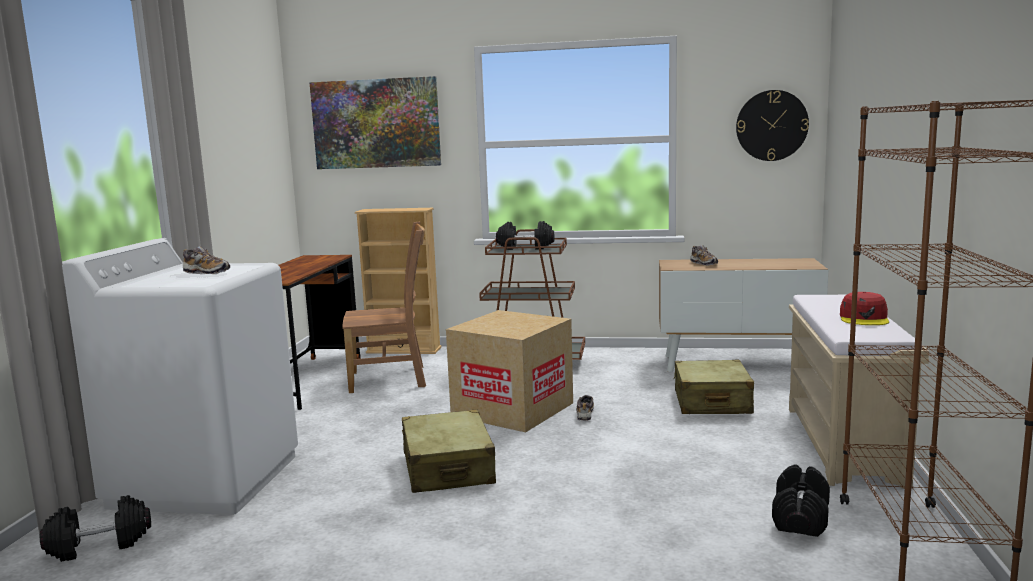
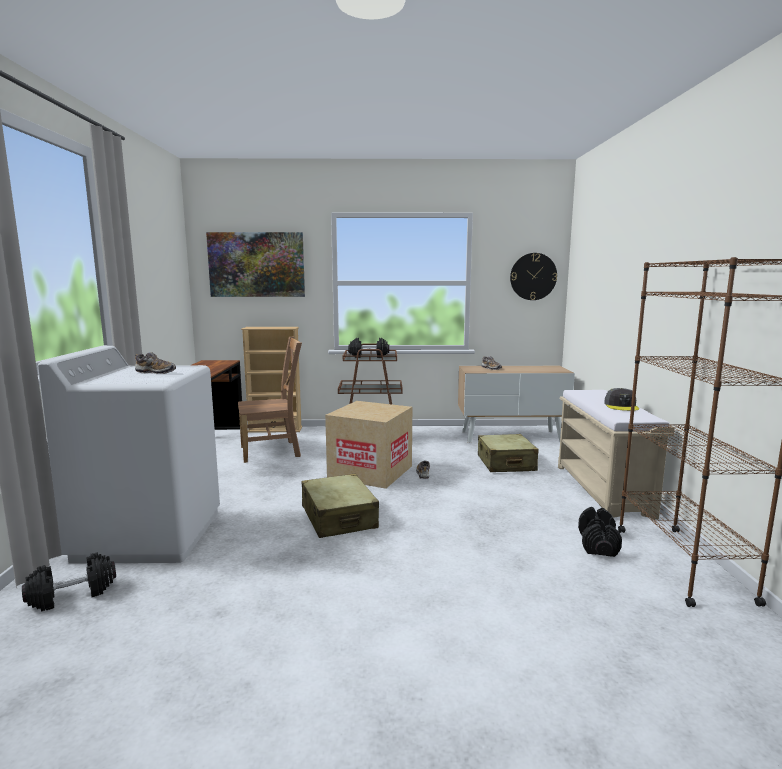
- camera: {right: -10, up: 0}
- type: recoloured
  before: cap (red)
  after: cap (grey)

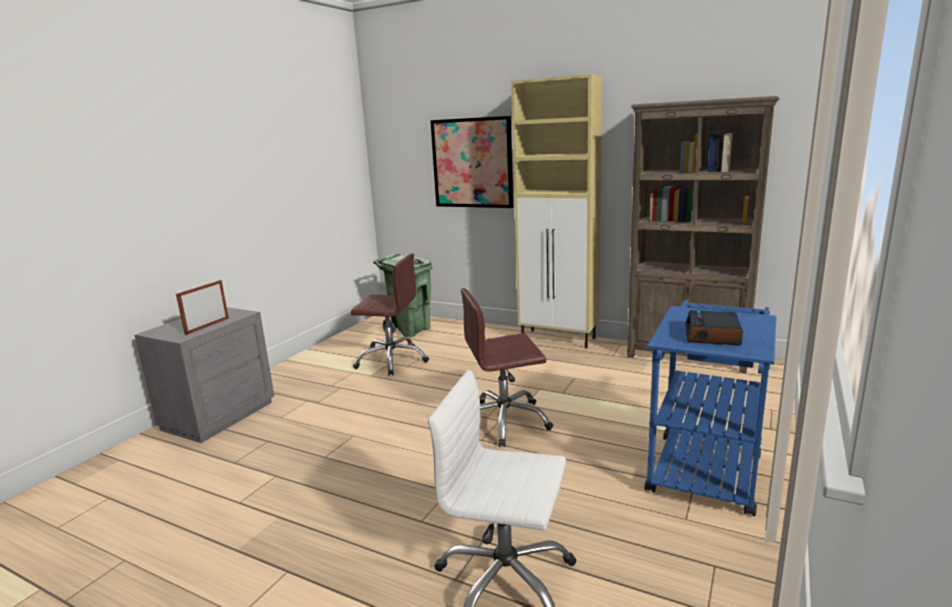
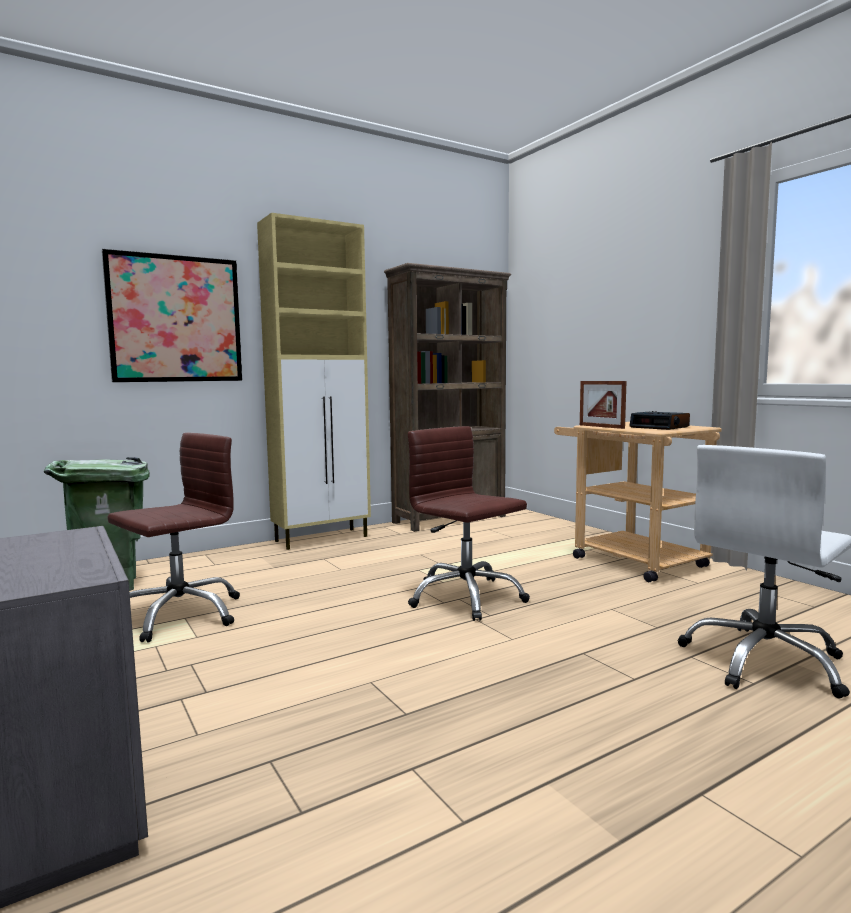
- camera: {right: -60, up: -10}
- type: moved
  before: picture frame
- type: turned
  before: office chair (brown) (2nd from left)
  turn: 120
- type: recoloured
  before: cart (blue)
  after: cart (beige)

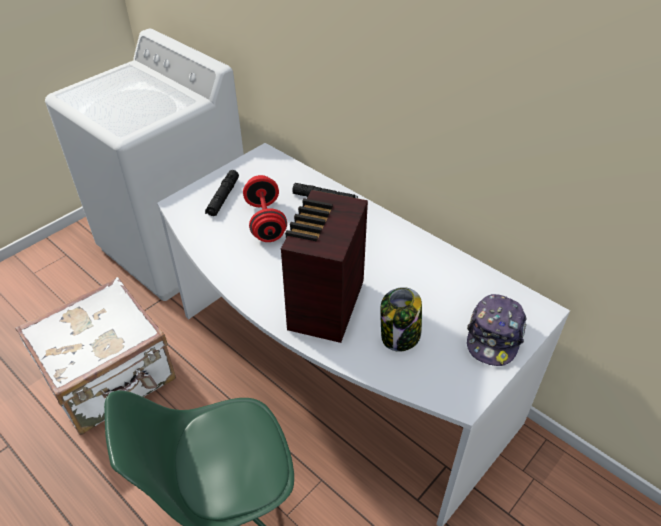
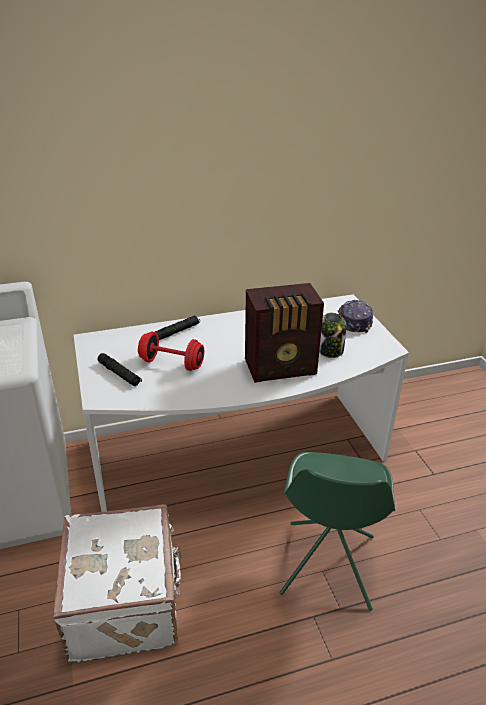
- camera: {right: -60, up: -10}
- type: turned
  before: radio
  turn: -60
- type: turned
  before: cap
  turn: -135

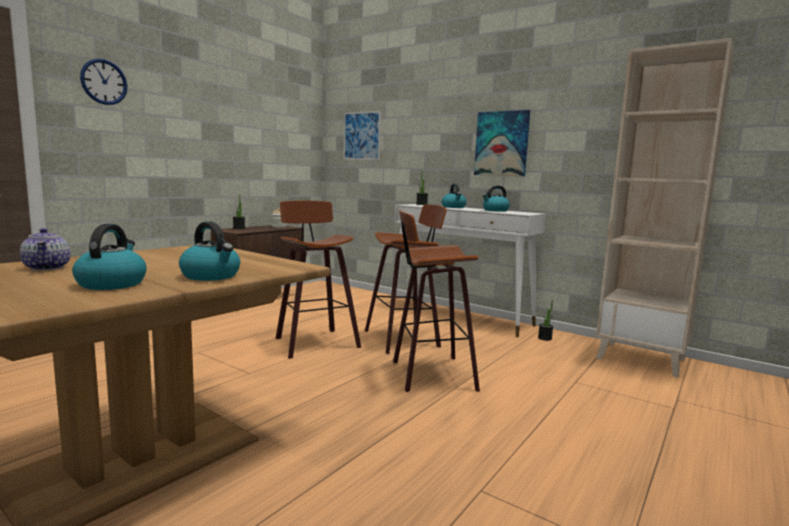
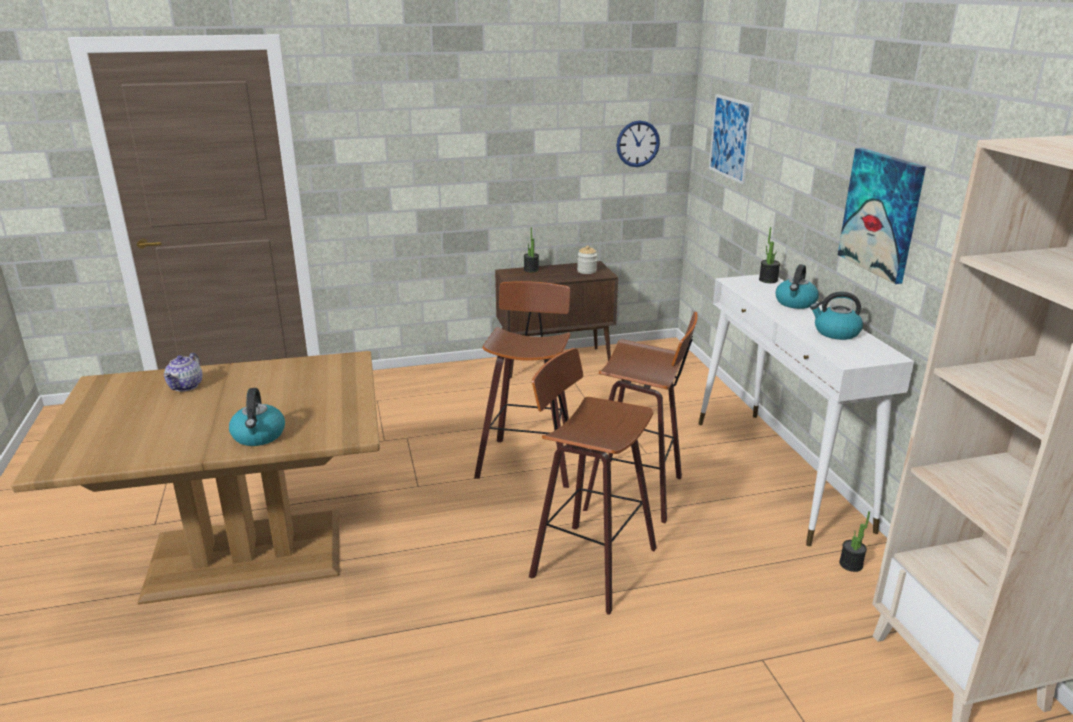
- camera: {right: 40, up: 15}
- type: moved
  before: wall clock
- type: removed
  before: kettle (1st from left)

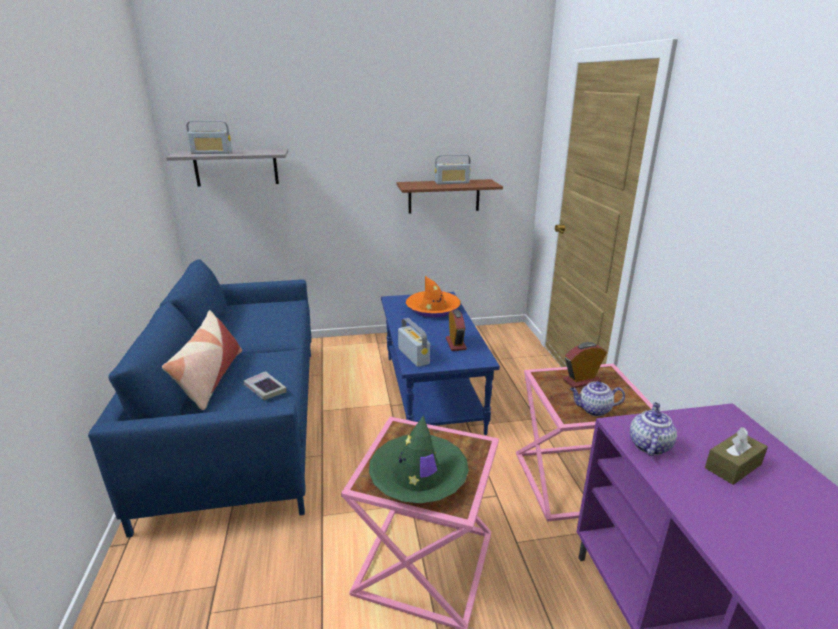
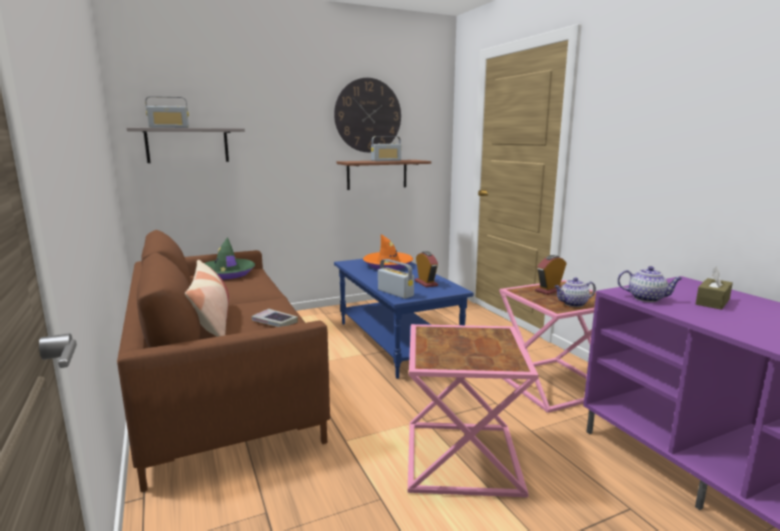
- camera: {right: -15, up: -10}
- type: recoloured
  before: sofa (blue)
  after: sofa (brown)
- type: turned
  before: teapot (2nd from left)
  turn: 105
- type: moved
  before: hat (green)
- type: added
  after: wall clock

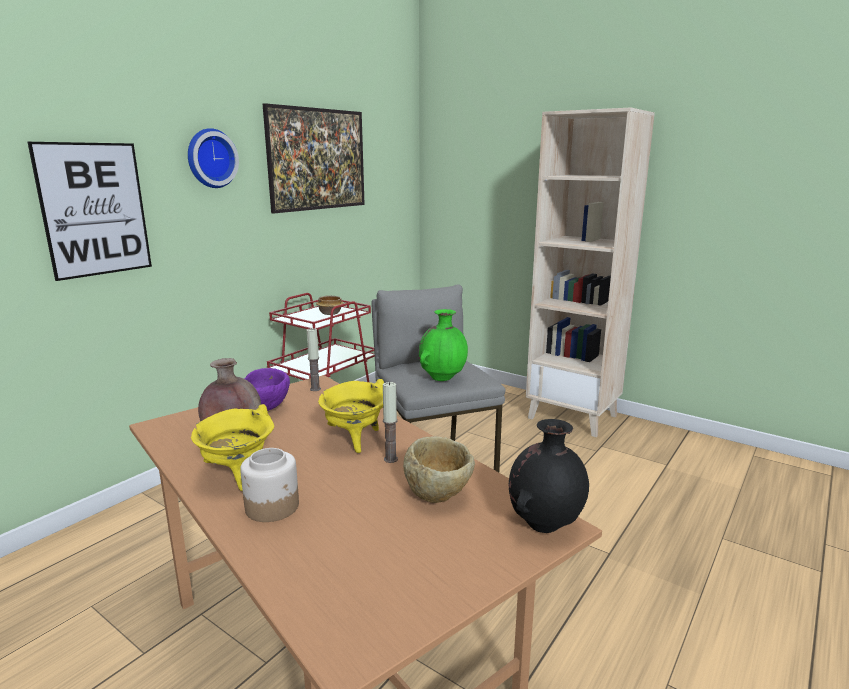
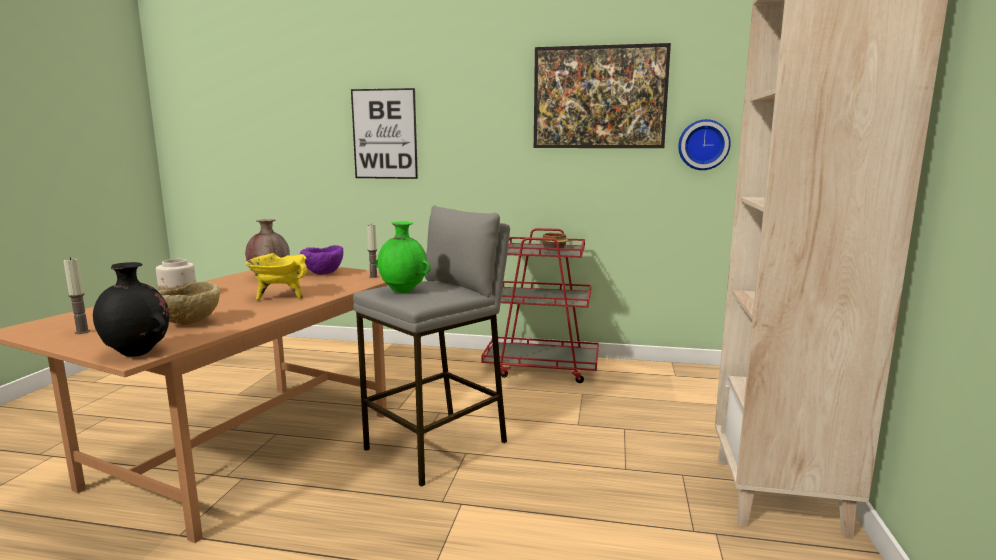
- camera: {right: 65, up: -5}
- type: moved
  before: wall clock
- type: moved
  before: candle (2nd from left in the first image)
  after: candle (1st from left)
- type: removed
  before: cooking pot (yellow) (1st from left)

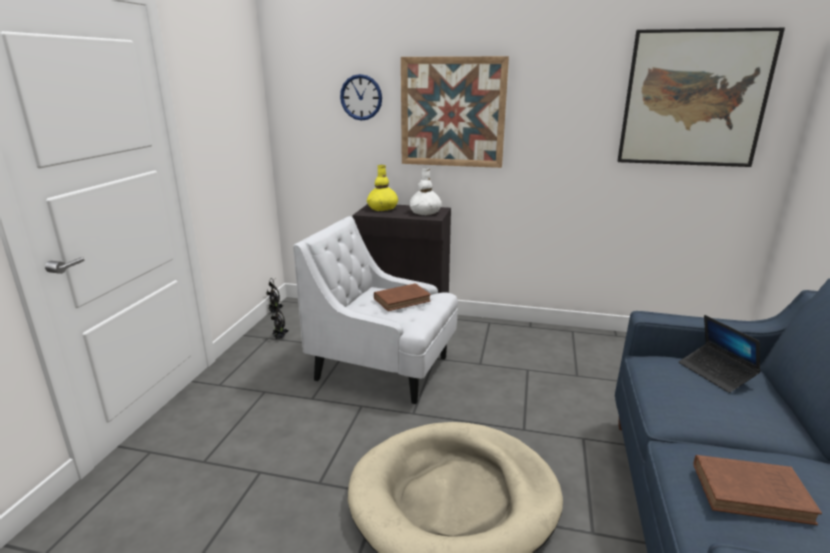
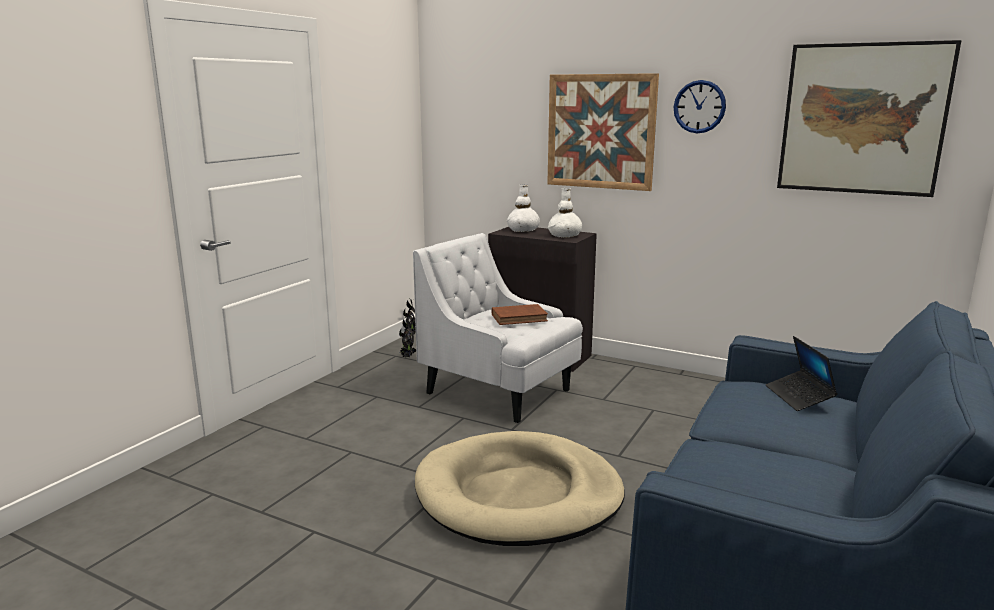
- camera: {right: 15, up: -5}
- type: moved
  before: wall clock
- type: recoloured
  before: vase (yellow)
  after: vase (white) (1st from left)
- type: removed
  before: book (brown) (2nd from left)

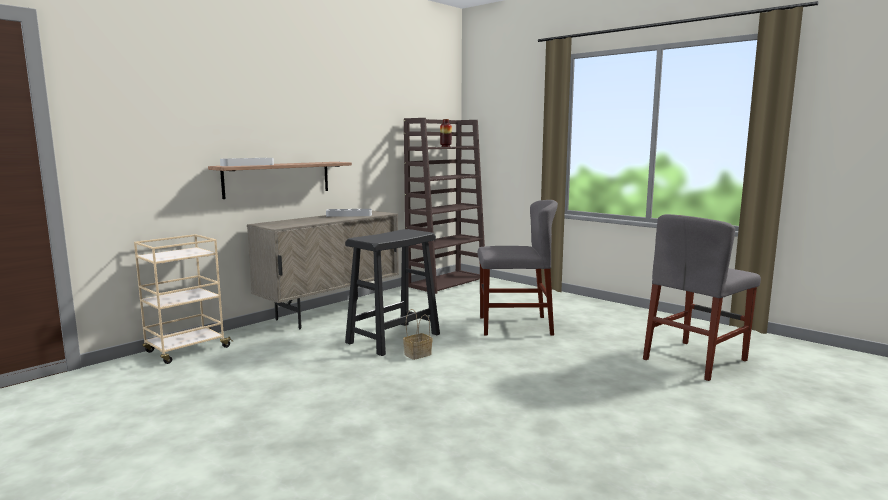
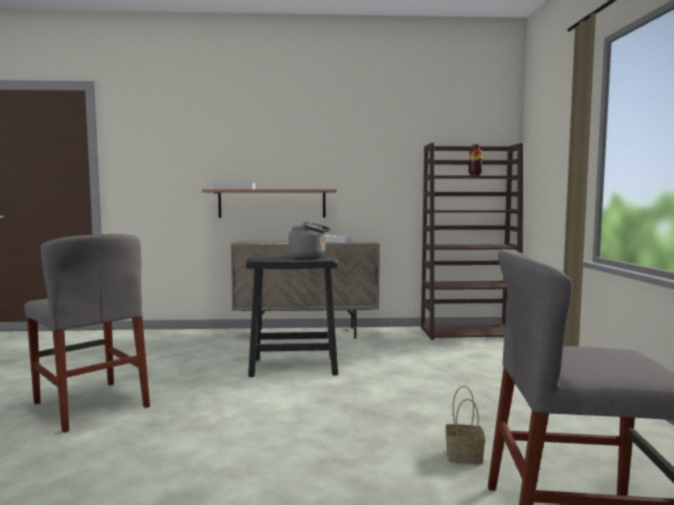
- camera: {right: 45, up: -5}
- type: moved
  before: chair (grey) (1st from left)
- type: removed
  before: cart (beige)
- type: moved
  before: basket
- type: added
  after: kettle (grey)

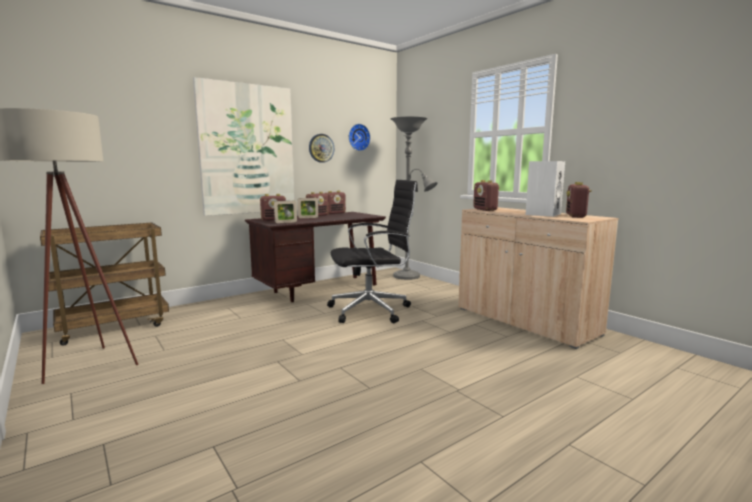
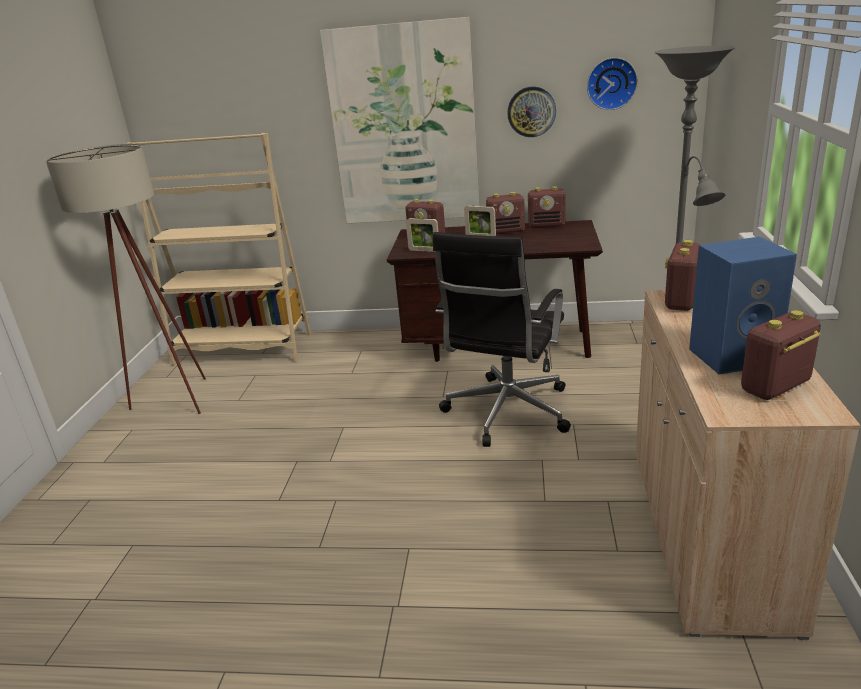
- camera: {right: 45, up: 15}
- type: recoloured
  before: speaker (white)
  after: speaker (blue)
- type: turned
  before: office chair (black)
  turn: 90
- type: replaced
  before: cart (brown)
  after: bookcase (beige)

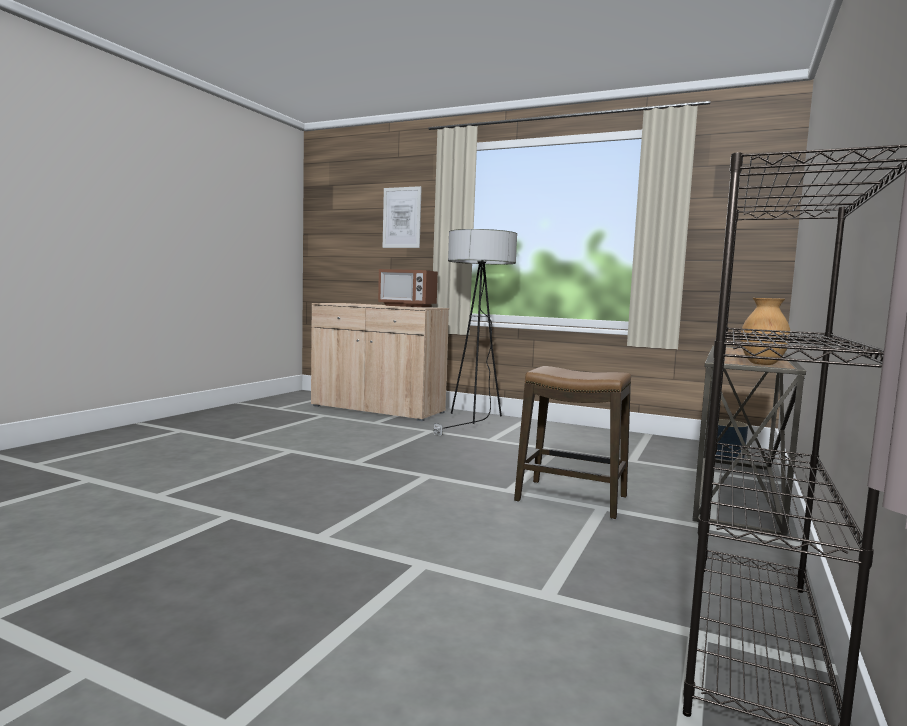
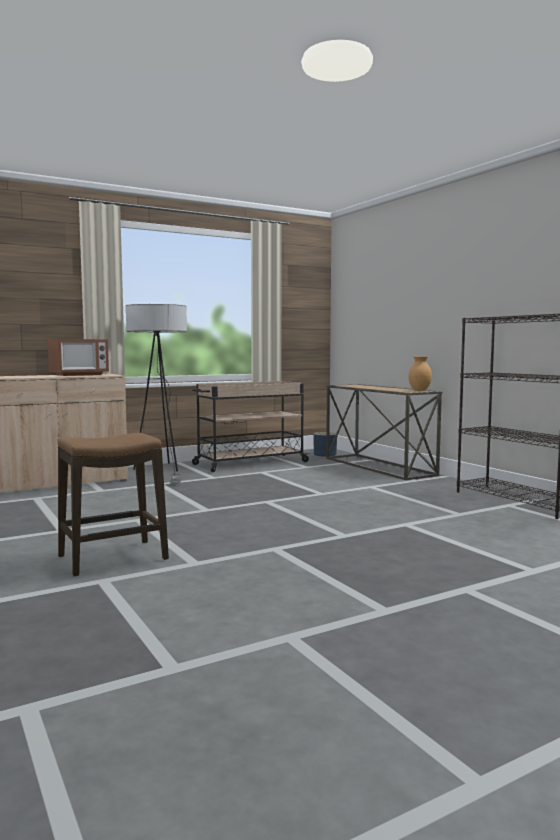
- camera: {right: -55, up: 0}
- type: removed
  before: picture
- type: moved
  before: stool
- type: added
  after: cart (beige)

